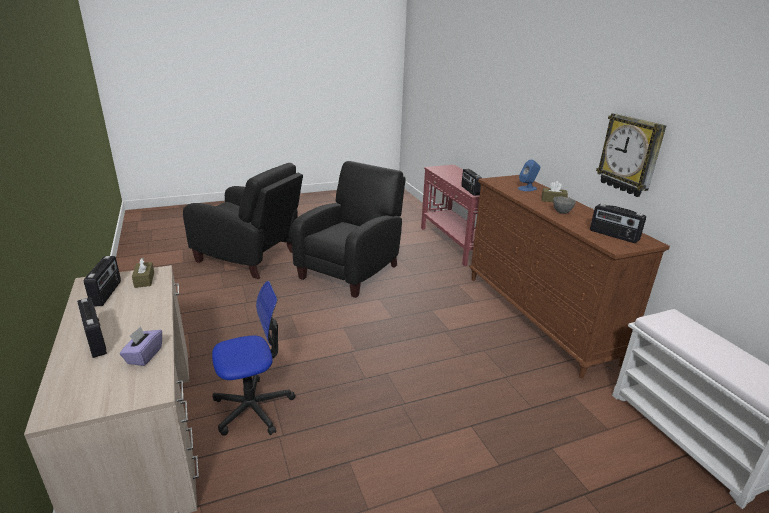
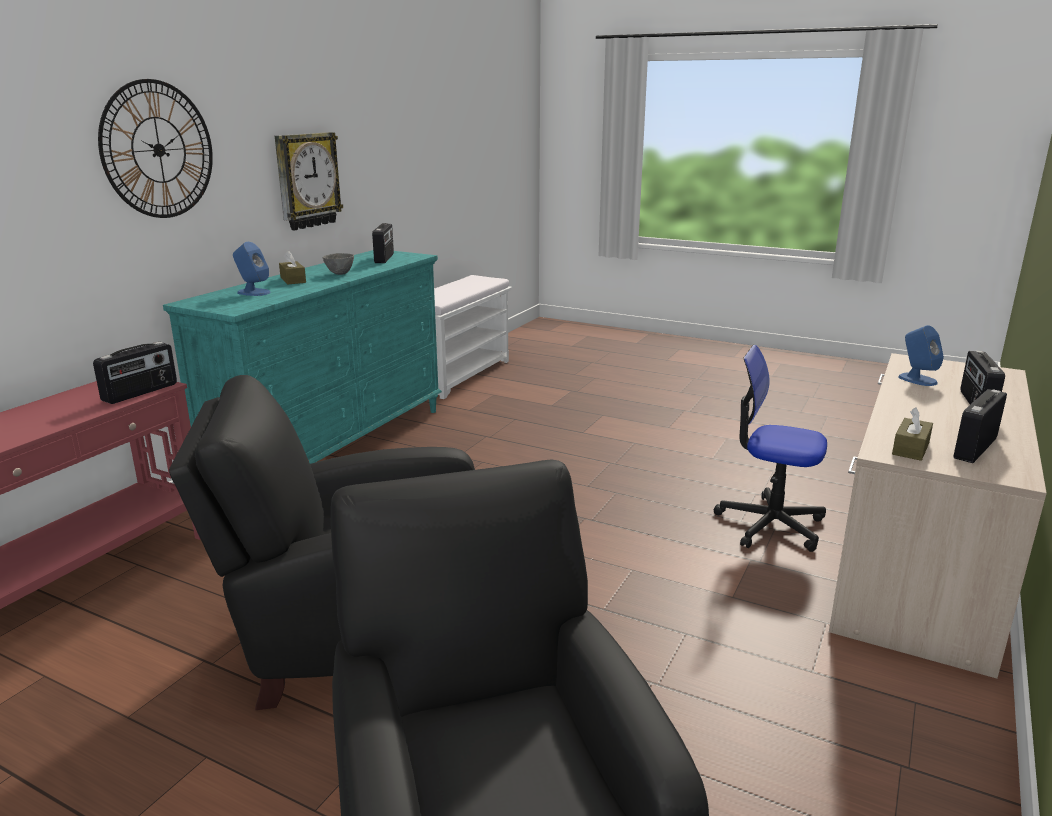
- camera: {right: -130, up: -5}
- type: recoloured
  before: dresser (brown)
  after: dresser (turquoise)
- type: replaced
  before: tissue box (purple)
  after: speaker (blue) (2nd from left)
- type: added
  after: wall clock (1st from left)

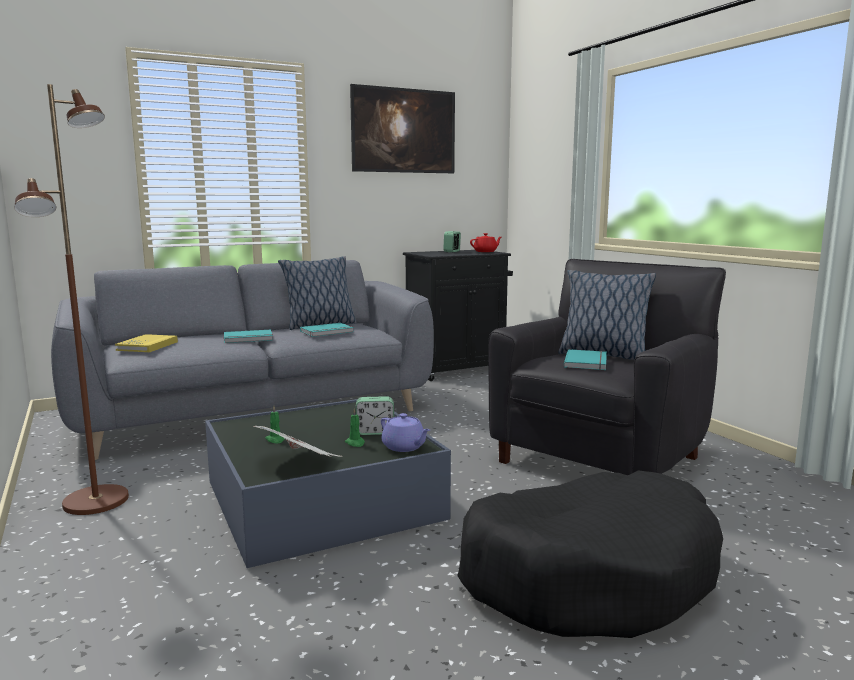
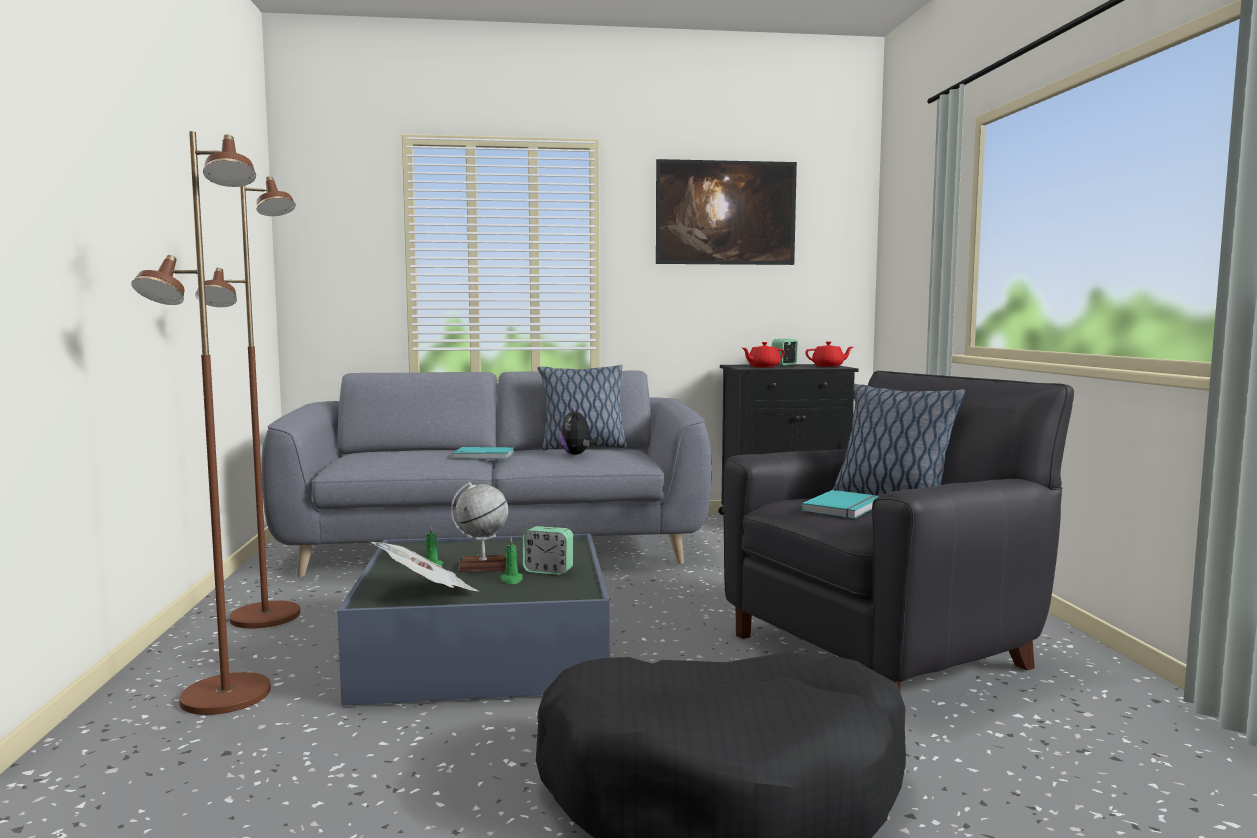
- camera: {right: 20, up: -5}
- type: replaced
  before: book (turquoise) (2nd from left)
  after: plush toy
- type: removed
  before: book (yellow)
- type: removed
  before: teapot (purple)
- type: added
  after: floor lamp (brown) (1st from left)
- type: added
  after: teapot (red) (1st from left)
- type: added
  after: globe

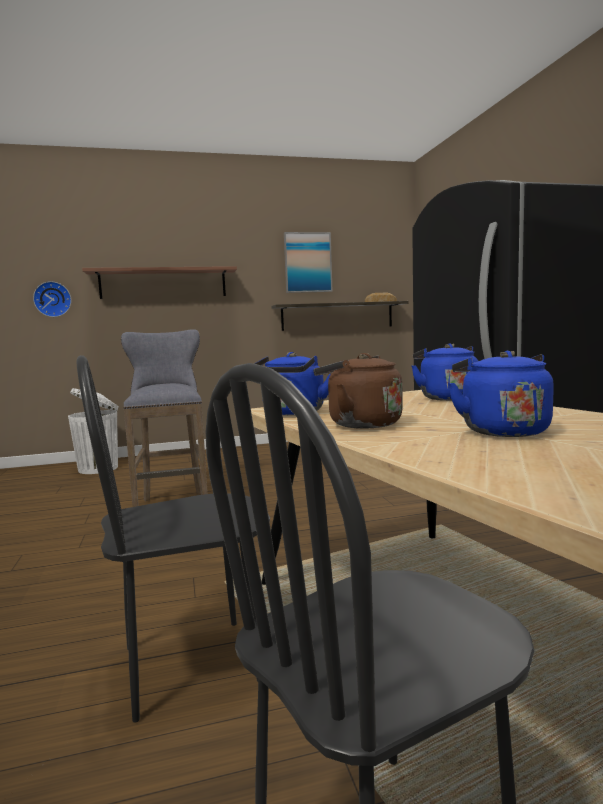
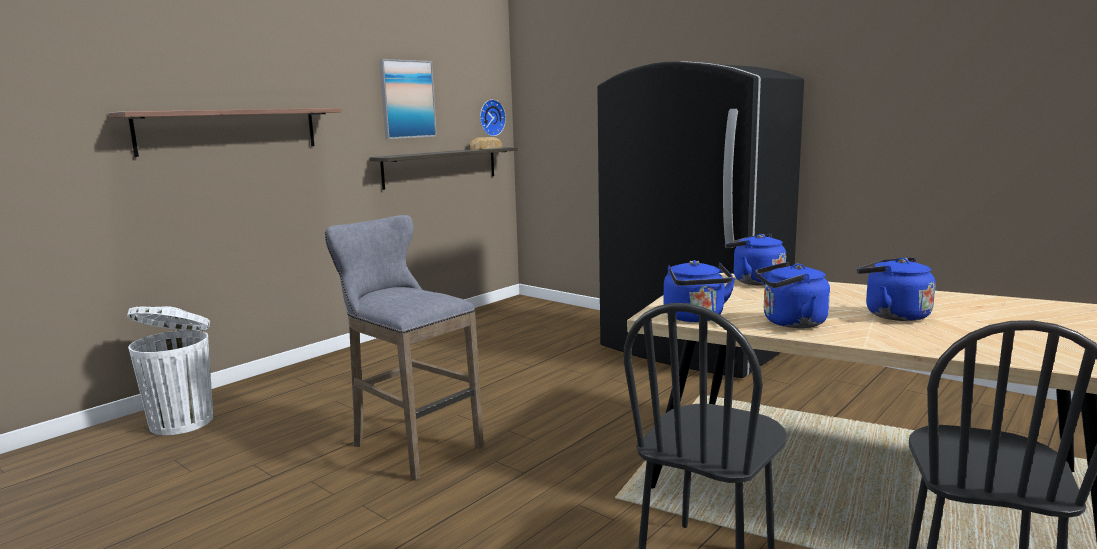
- camera: {right: -35, up: 5}
- type: moved
  before: wall clock
- type: recoloured
  before: kettle (brown)
  after: kettle (blue) (3rd from left)

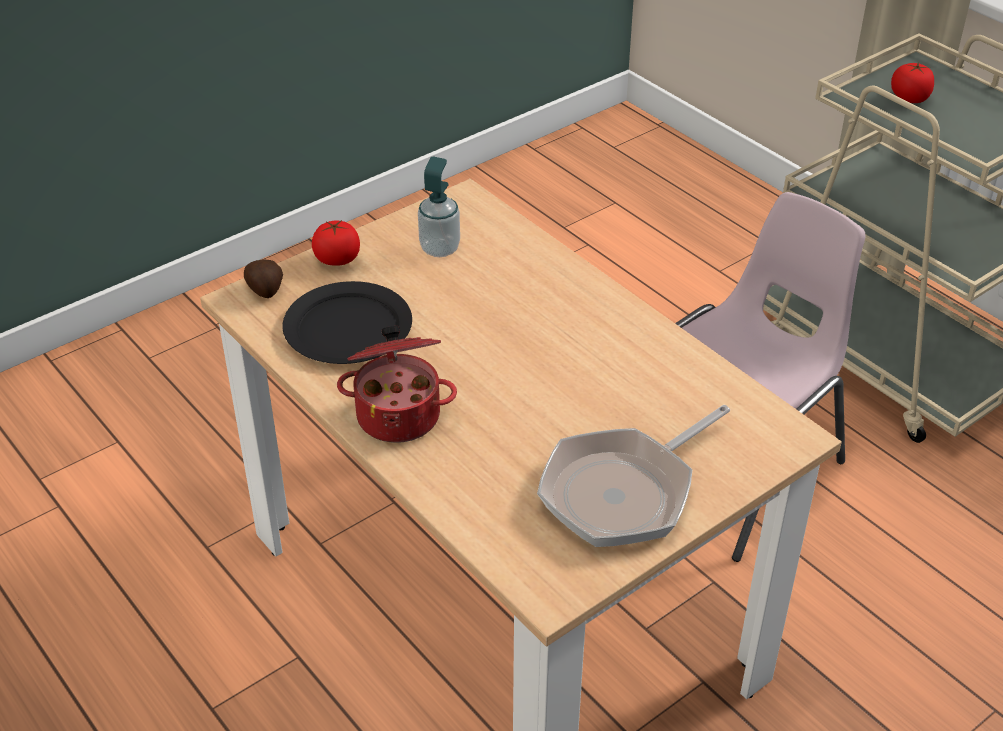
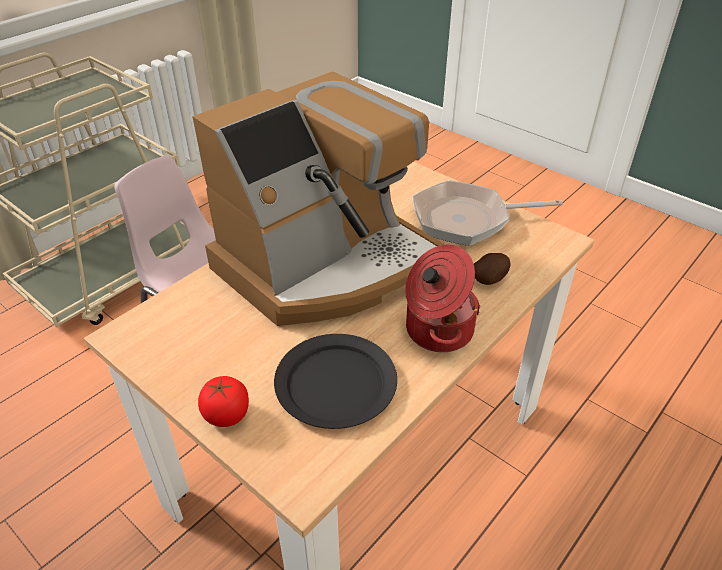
- camera: {right: -100, up: 0}
- type: removed
  before: tomato (2nd from left)
- type: removed
  before: soap dispenser
- type: moved
  before: potato
- type: turned
  before: frying pan
  turn: 135
- type: added
  after: coffee machine

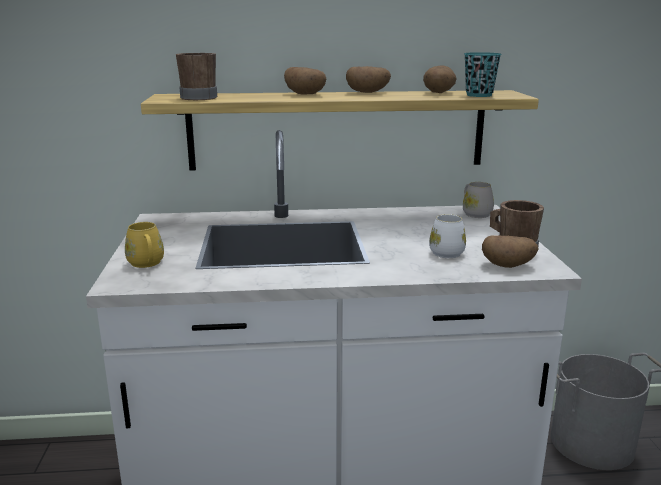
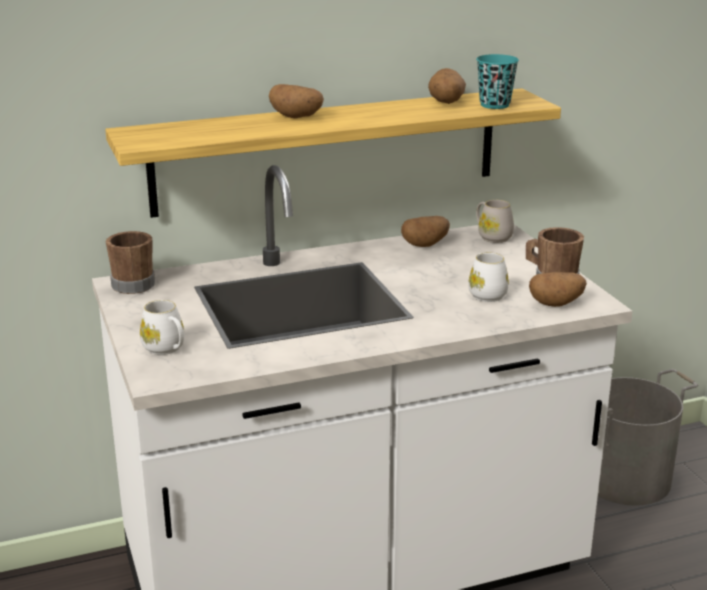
- camera: {right: -15, up: 5}
- type: moved
  before: mug (brown) (1st from left)
- type: moved
  before: potato (2nd from left)
- type: recoloured
  before: mug (yellow)
  after: mug (white) (1st from left)

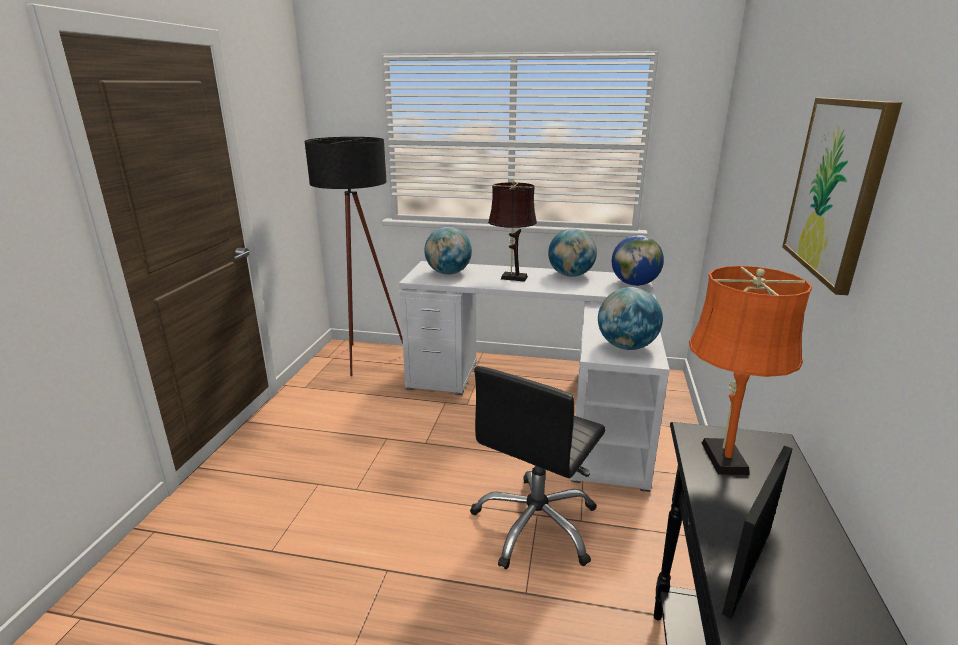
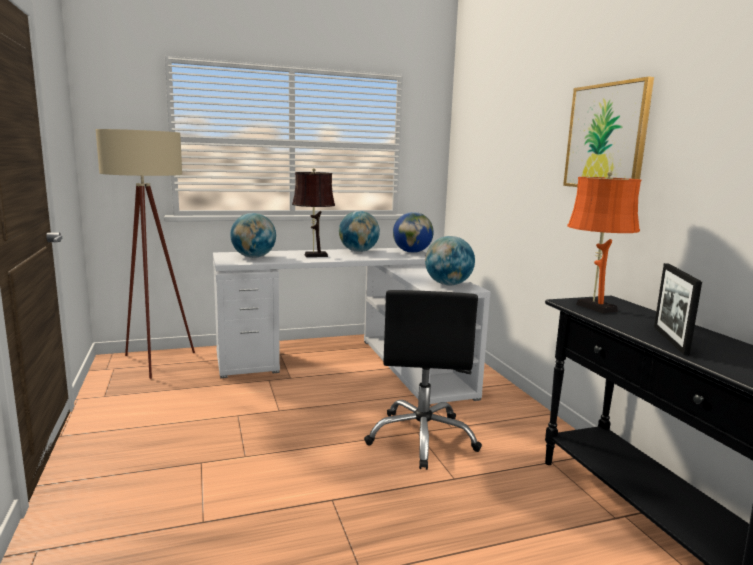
- camera: {right: -30, up: -10}
- type: recoloured
  before: floor lamp (black)
  after: floor lamp (beige)

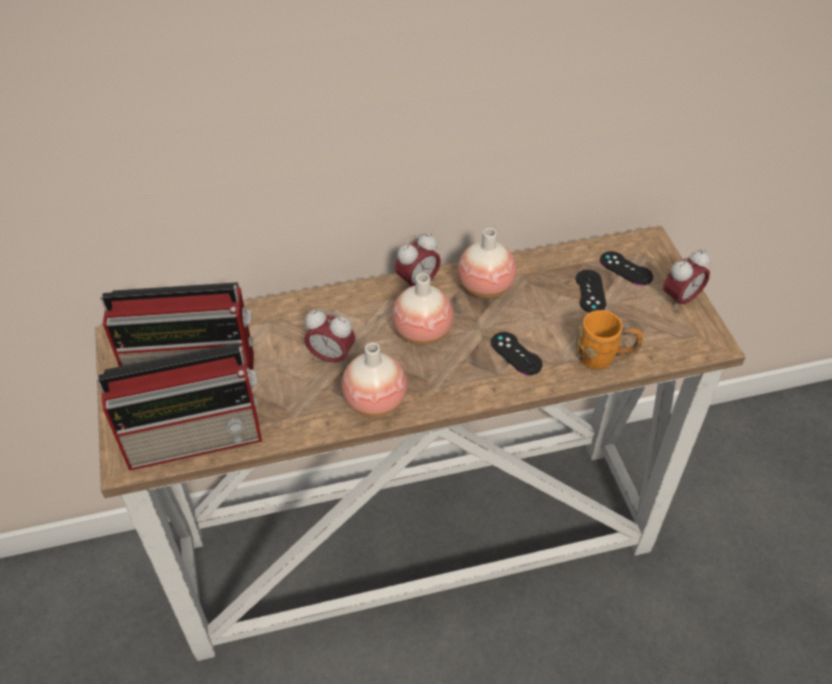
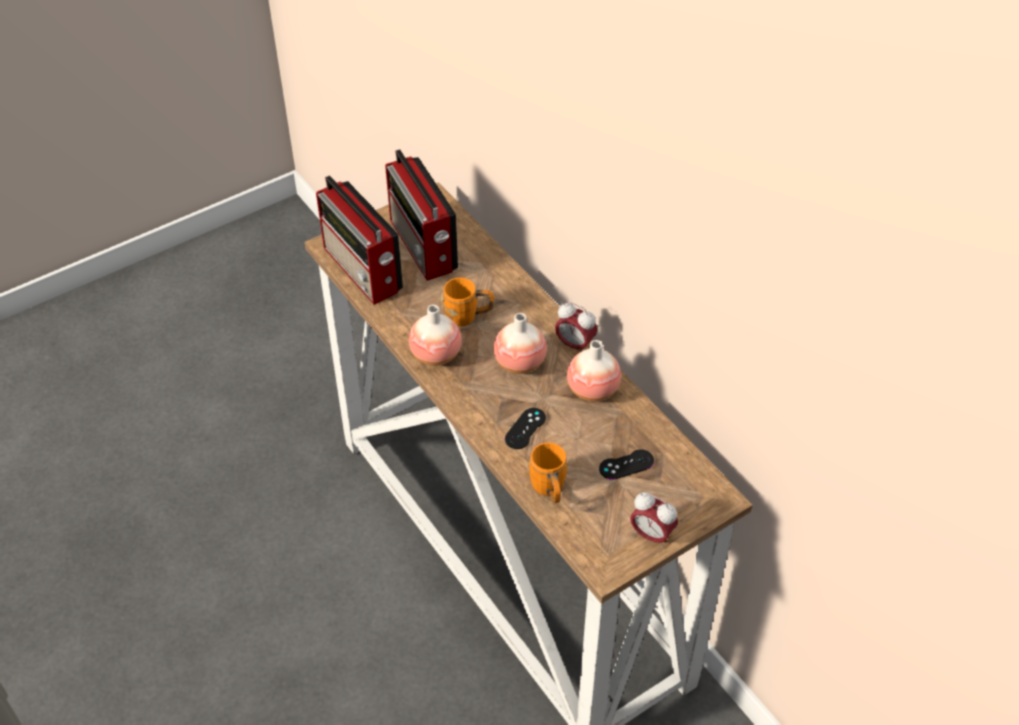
- camera: {right: 70, up: 0}
- type: removed
  before: game controller (black) (3rd from left)
- type: replaced
  before: alarm clock (1st from left)
  after: mug (orange) (1st from left)

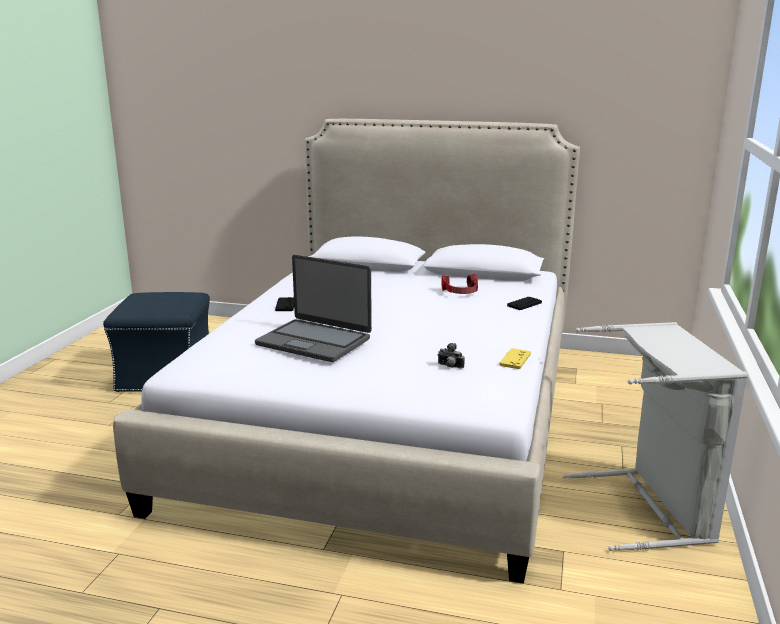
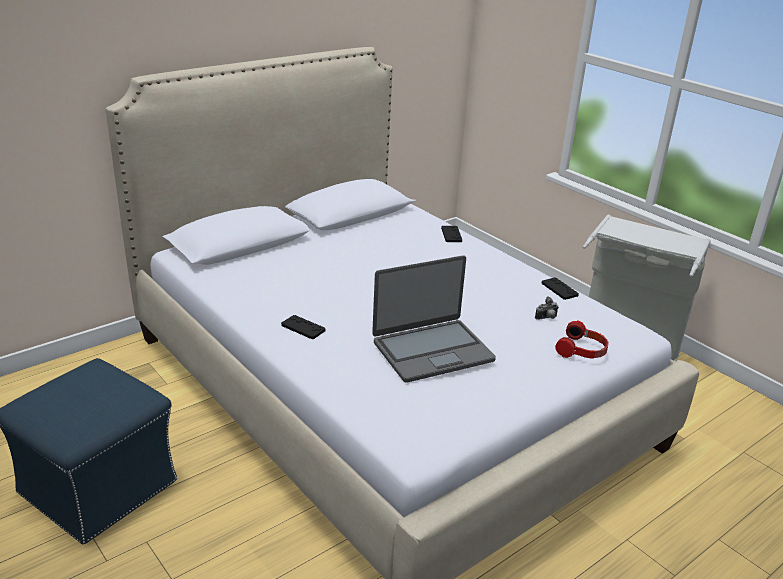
- camera: {right: -55, up: 10}
- type: moved
  before: headphones
- type: recoloured
  before: game controller (yellow)
  after: game controller (black) (3rd from left)

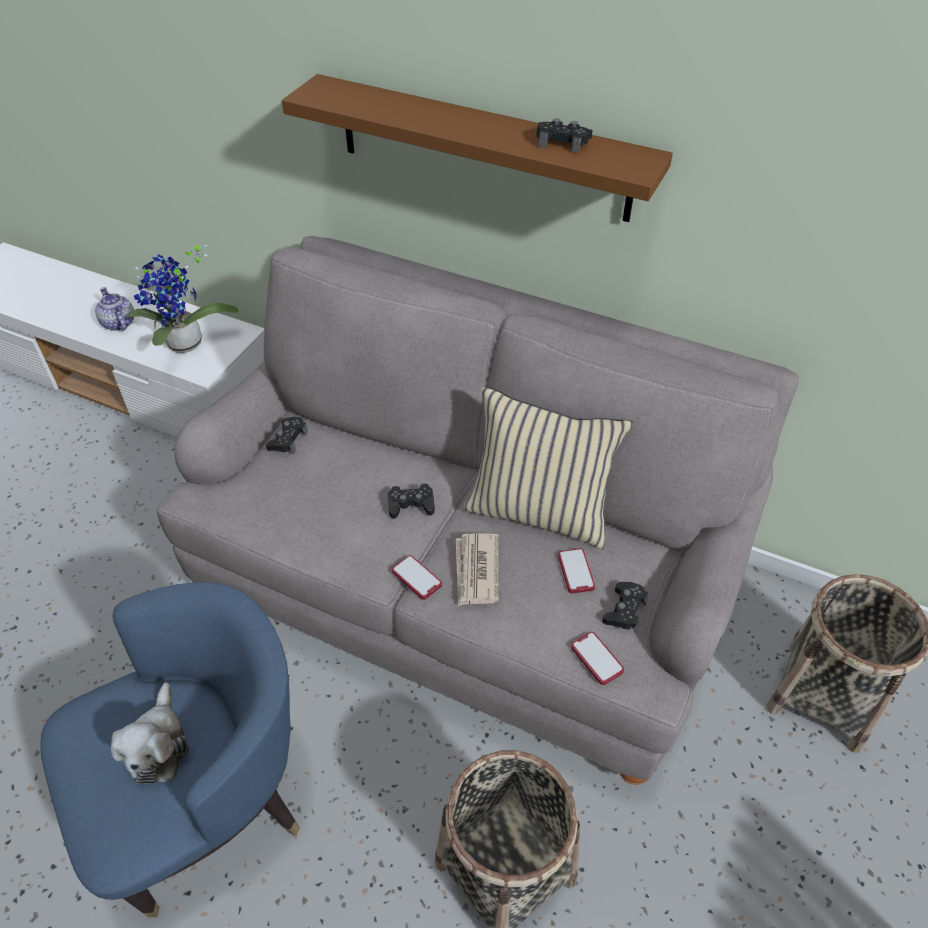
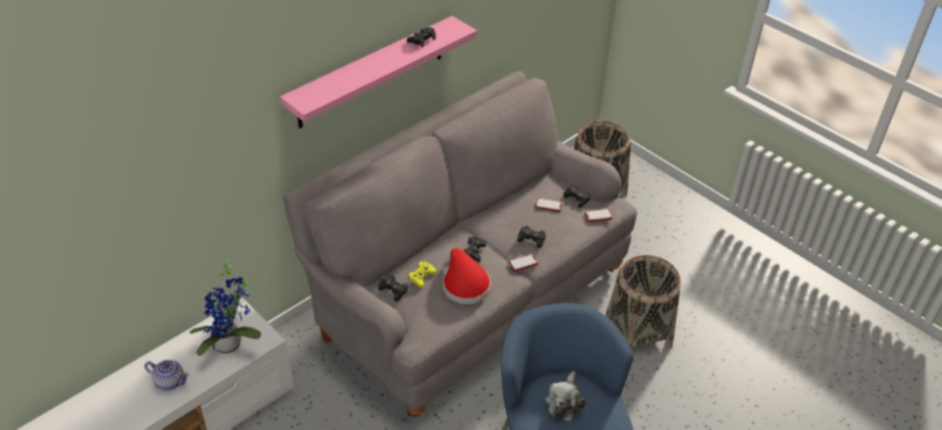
- camera: {right: -70, up: -5}
- type: recoloured
  before: shelf (brown)
  after: shelf (pink)
- type: turned
  before: teapot
  turn: -150
- type: removed
  before: pillow (beige)
- type: replaced
  before: newspaper
  after: game controller (black) (4th from left)
- type: turned
  before: plush toy
  turn: 90
- type: added
  after: hat (red)
- type: added
  after: game controller (yellow)

